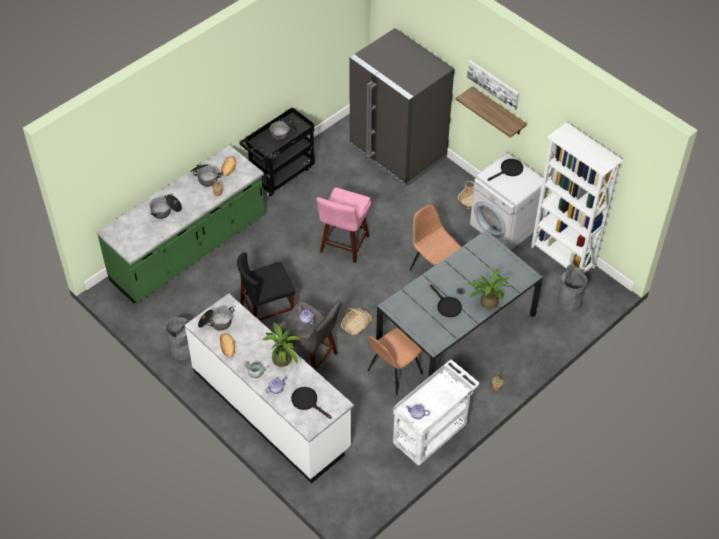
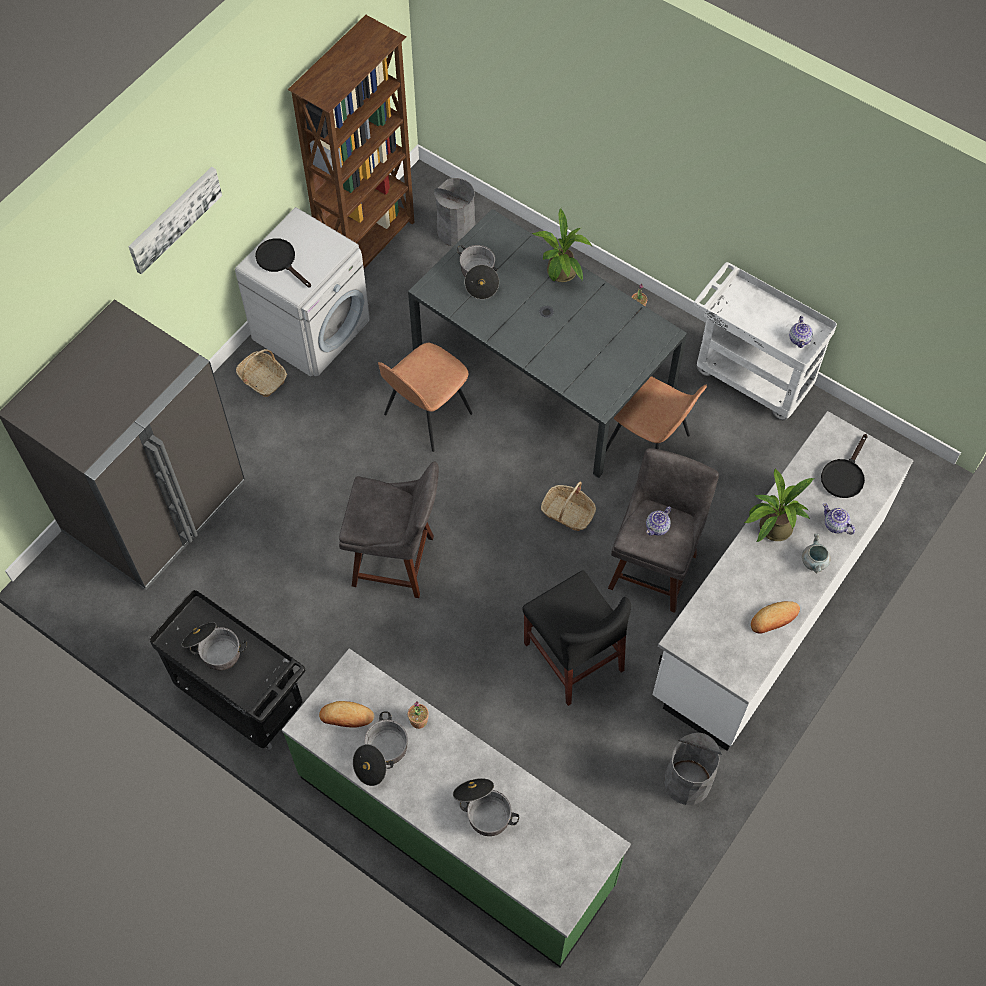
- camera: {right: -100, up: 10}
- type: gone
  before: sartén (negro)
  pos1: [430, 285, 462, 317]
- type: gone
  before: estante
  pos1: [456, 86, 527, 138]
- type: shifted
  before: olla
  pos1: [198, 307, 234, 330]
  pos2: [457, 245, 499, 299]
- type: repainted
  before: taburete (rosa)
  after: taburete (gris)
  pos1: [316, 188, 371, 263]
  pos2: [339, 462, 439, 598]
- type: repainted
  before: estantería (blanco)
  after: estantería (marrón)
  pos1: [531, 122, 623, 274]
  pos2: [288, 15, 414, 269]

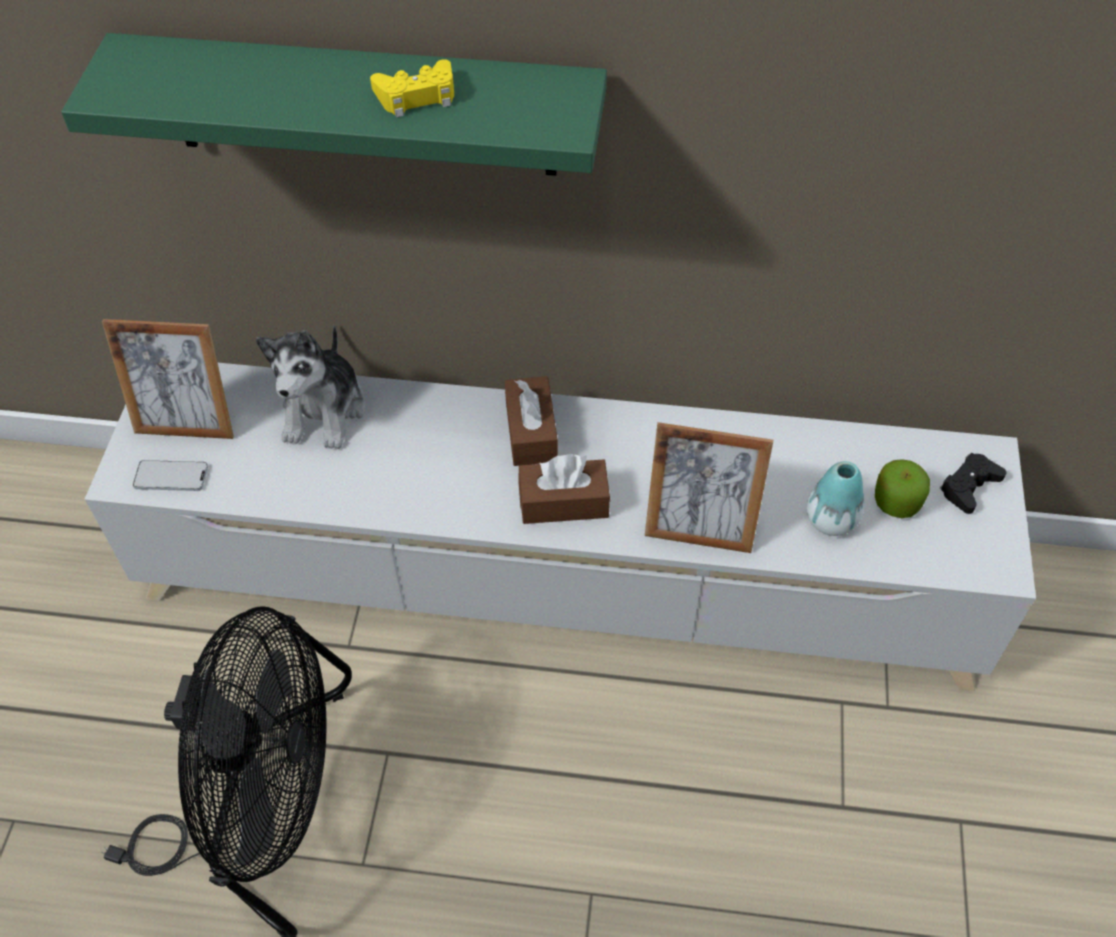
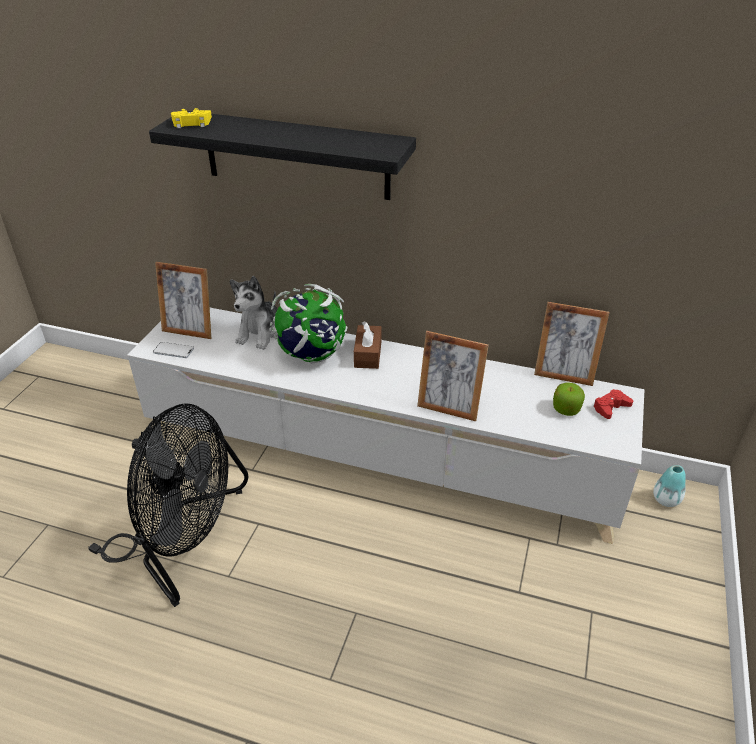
- camera: {right: 10, up: -15}
- type: gone
  before: caja de pañuelos (marrón)
  pos1: [518, 454, 610, 524]
- type: new
  after: globo terráqueo
  pos2: [269, 284, 347, 364]
- type: new
  after: portarretratos
  pos2: [534, 302, 610, 386]
- type: shifted
  before: mando de consola (amarillo)
  pos1: [370, 59, 454, 118]
  pos2: [171, 108, 212, 129]
- type: shifted
  before: florero
  pos1: [807, 461, 864, 536]
  pos2: [653, 465, 686, 507]
- type: repainted
  before: estante (verde)
  after: estante (negro)
  pos1: [61, 33, 607, 176]
  pos2: [149, 111, 416, 200]
- type: repainted
  before: mando de consola (negro)
  after: mando de consola (rojo)
  pos1: [940, 453, 1006, 514]
  pos2: [593, 389, 633, 419]

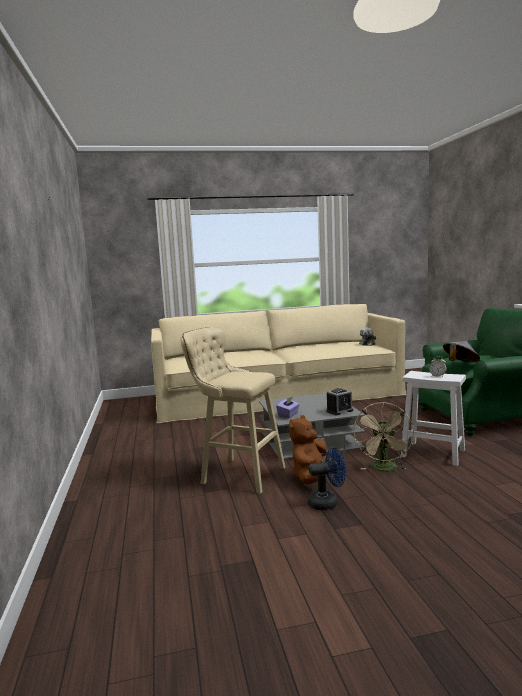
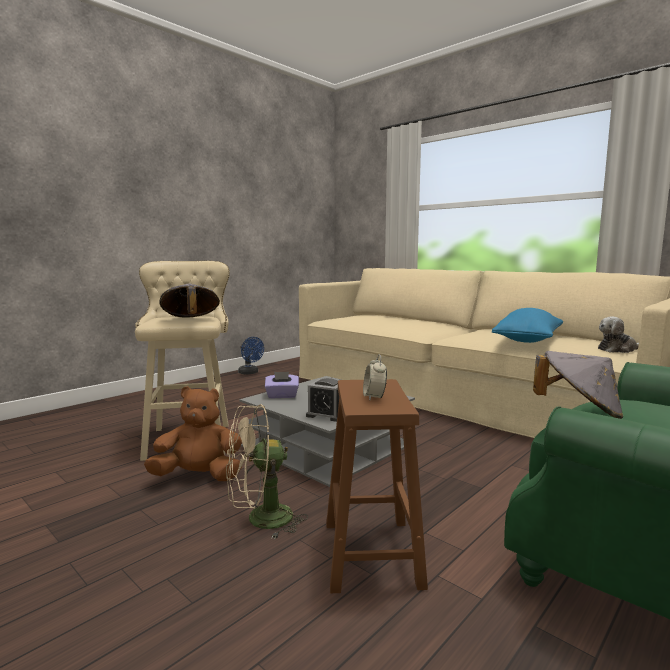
- camera: {right: 55, up: 0}
- type: new
  after: sombrero (gris)
  pos2: [159, 283, 220, 317]
- type: new
  after: cojín (azul)
  pos2: [492, 308, 563, 343]
- type: shifted
  before: ventilador (azul)
  pos1: [308, 448, 346, 510]
  pos2: [238, 337, 264, 375]
- type: repainted
  before: taburete (blanco)
  after: taburete (marrón)
  pos1: [401, 371, 466, 466]
  pos2: [326, 379, 428, 593]

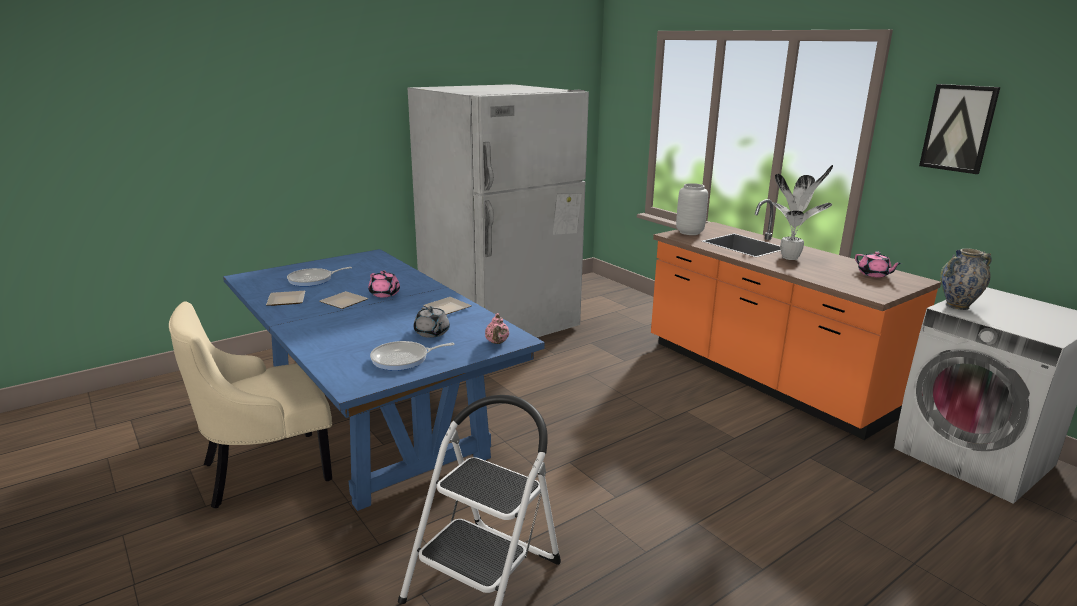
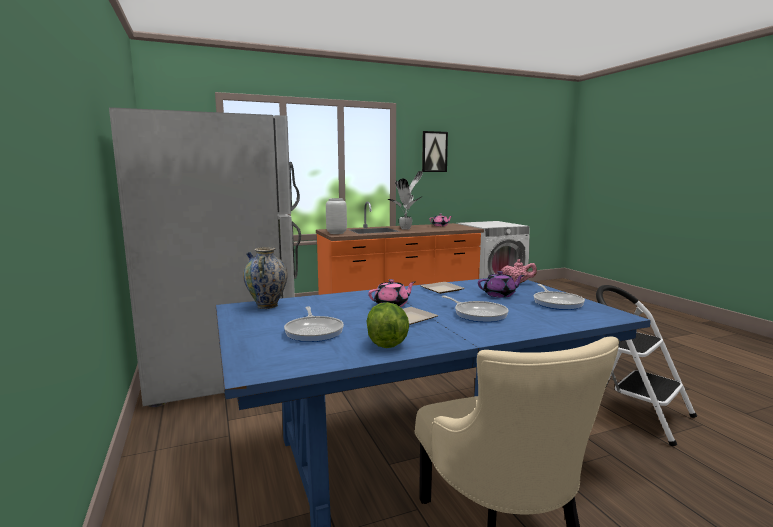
- camera: {right: -75, up: -10}
- type: new
  after: sartén
  pos2: [441, 296, 509, 322]
- type: shifted
  before: florero
  pos1: [940, 248, 992, 310]
  pos2: [243, 247, 287, 309]
- type: swapped
  before: plato
  after: lechuga
  pos1: [266, 291, 305, 306]
  pos2: [367, 302, 409, 348]
- type: repainted
  before: tetera (gris)
  after: tetera (morado)
  pos1: [414, 306, 450, 338]
  pos2: [478, 271, 524, 298]

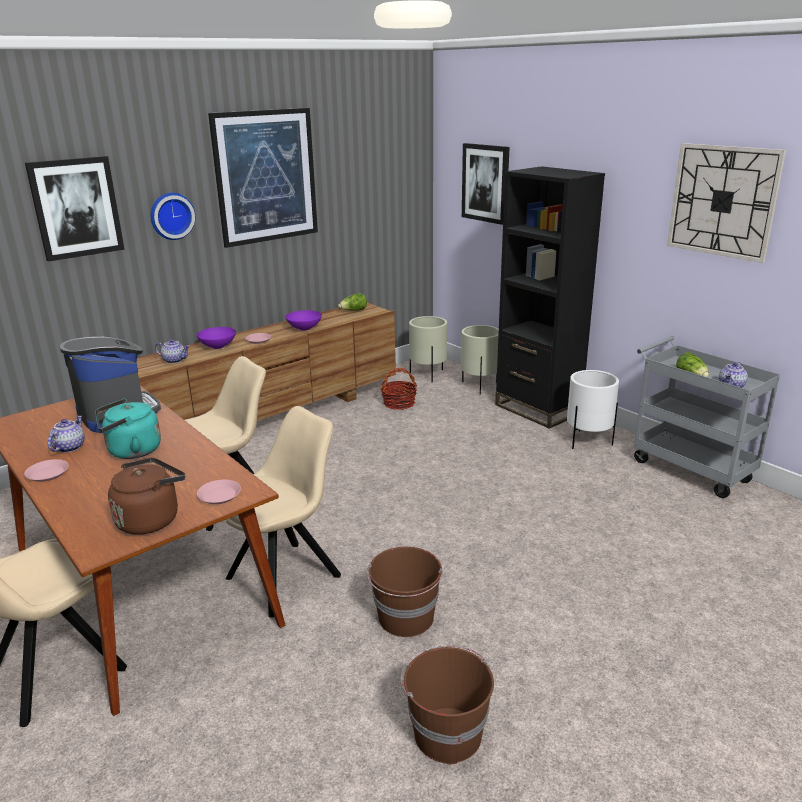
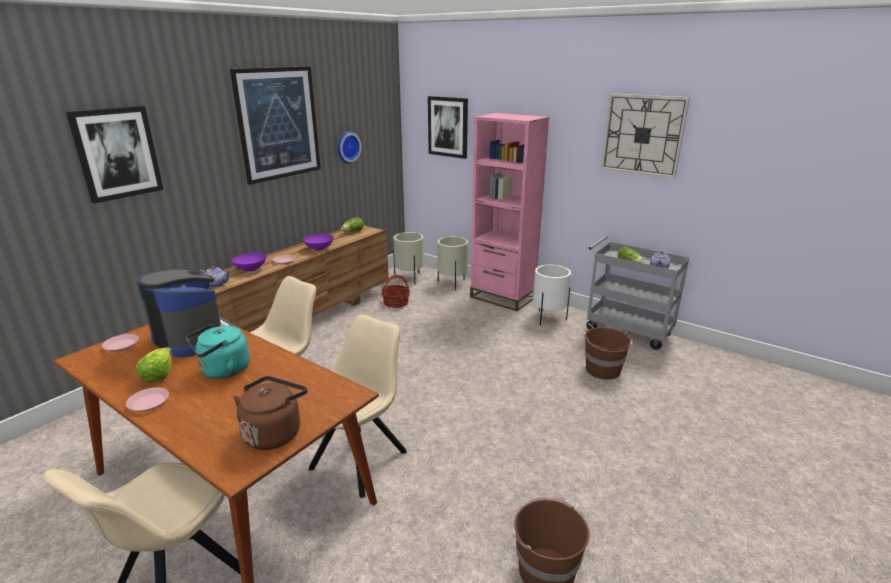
- camera: {right: -15, up: 0}
- type: shifted
  before: reloj de pared
  pos1: [151, 193, 195, 240]
  pos2: [337, 131, 362, 164]
- type: shifted
  before: plato (rosa)
  pos1: [197, 480, 241, 504]
  pos2: [102, 334, 139, 352]
- type: shifted
  before: cubo (marrón)
  pos1: [367, 547, 443, 637]
  pos2: [585, 327, 633, 380]
- type: swapped
  before: tetera
  after: lechuga
  pos1: [48, 416, 85, 453]
  pos2: [136, 347, 172, 383]
- type: repainted
  before: estantería (negro)
  after: estantería (rosa)
  pos1: [495, 166, 605, 429]
  pos2: [470, 113, 549, 311]

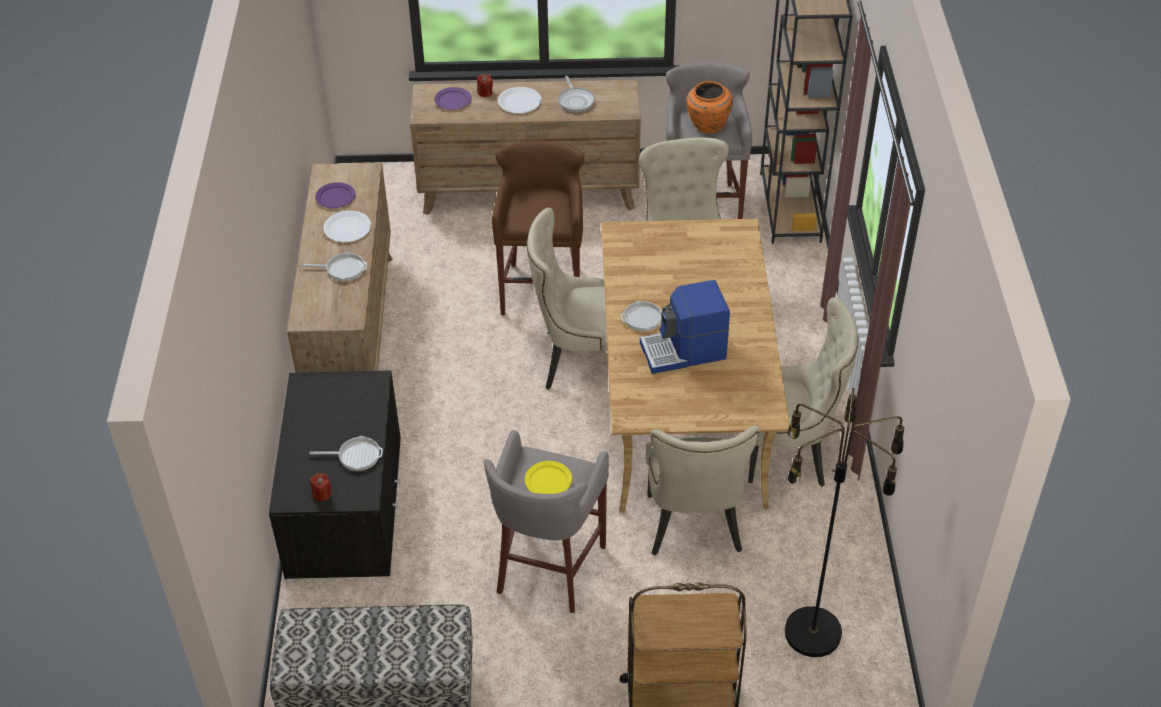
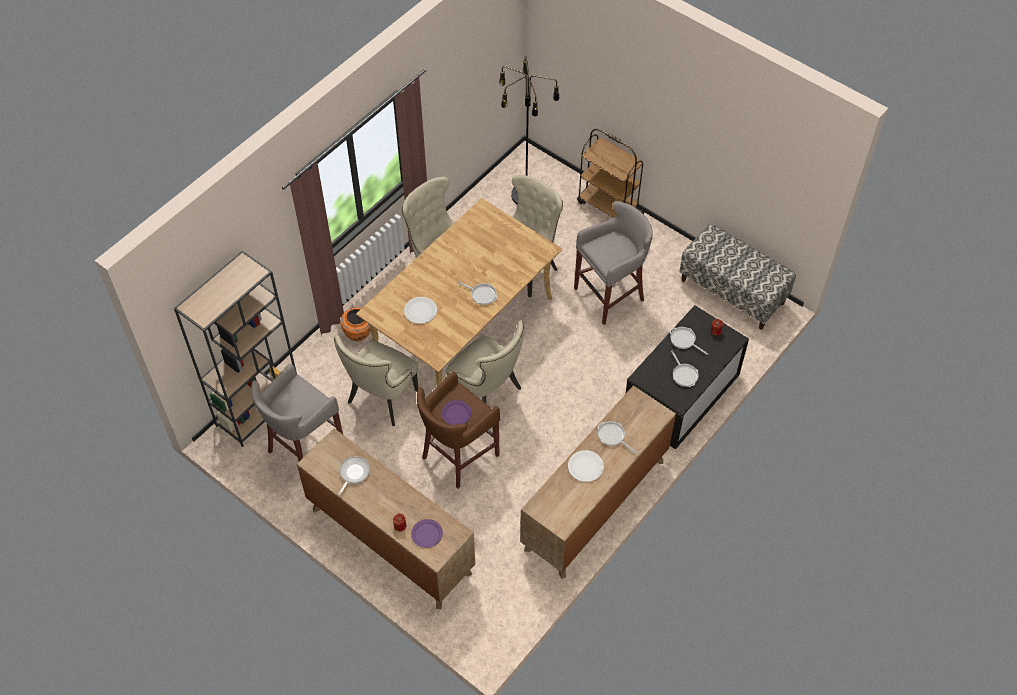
- camera: {right: -140, up: 10}
- type: gone
  before: plato (amarillo)
  pos1: [525, 461, 572, 494]
- type: gone
  before: cafetera
  pos1: [640, 280, 730, 374]
- type: new
  after: sartén
  pos2: [671, 350, 698, 387]
- type: shifted
  before: plato (morado)
  pos1: [315, 182, 356, 208]
  pos2: [442, 400, 471, 425]
- type: shifted
  before: plato (blanco)
  pos1: [498, 87, 542, 114]
  pos2: [404, 297, 437, 324]
- type: shifted
  before: florero (naranja)
  pos1: [686, 81, 733, 133]
  pos2: [340, 307, 371, 341]

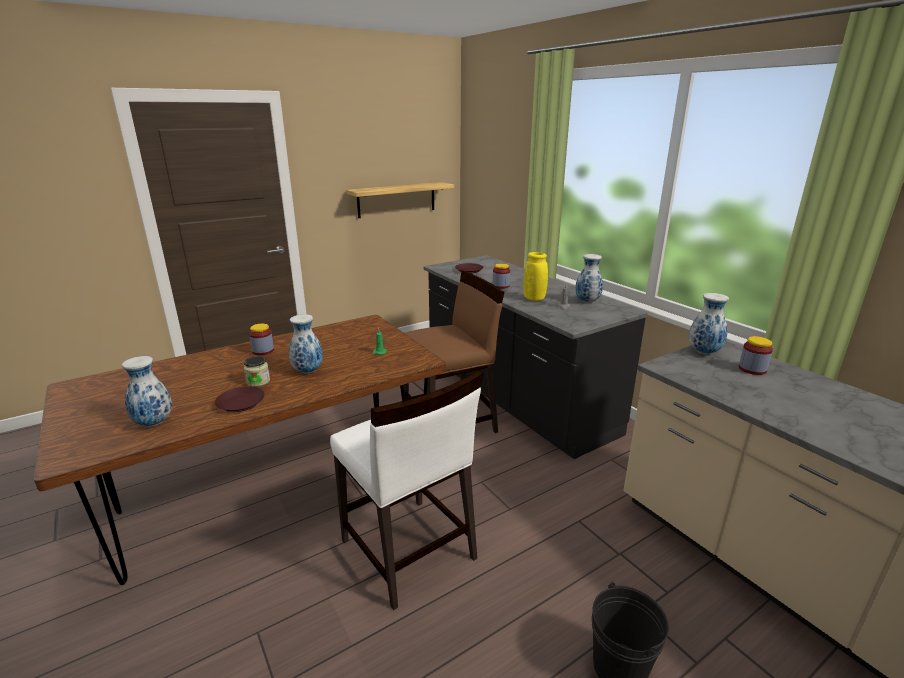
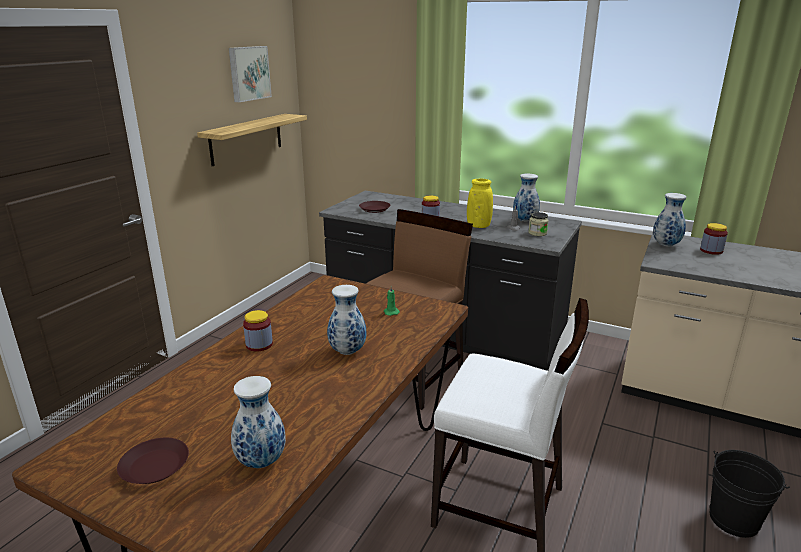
- camera: {right: -30, up: 0}
- type: new
  after: cuadro
  pos2: [229, 46, 272, 102]
- type: shifted
  before: plato (marrón)
  pos1: [215, 386, 265, 412]
  pos2: [117, 438, 189, 484]
- type: shifted
  before: tarro
  pos1: [244, 356, 270, 387]
  pos2: [528, 212, 549, 236]

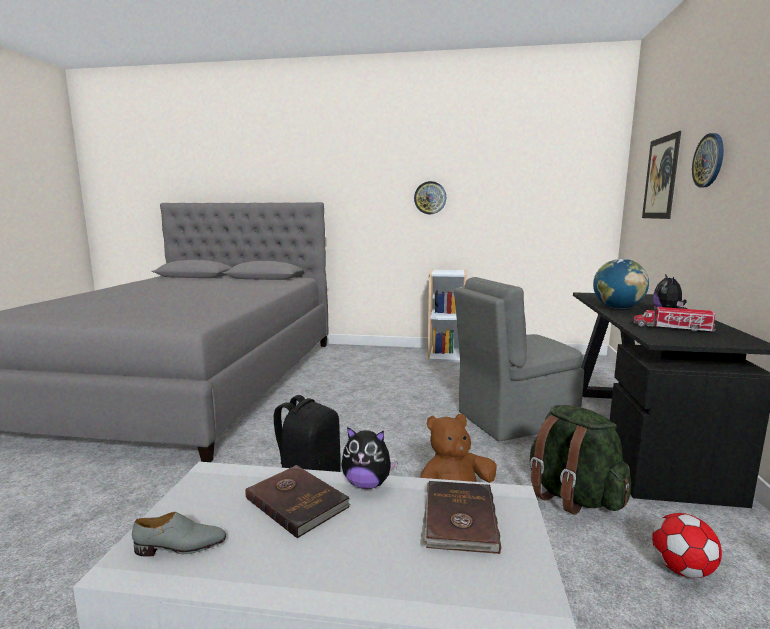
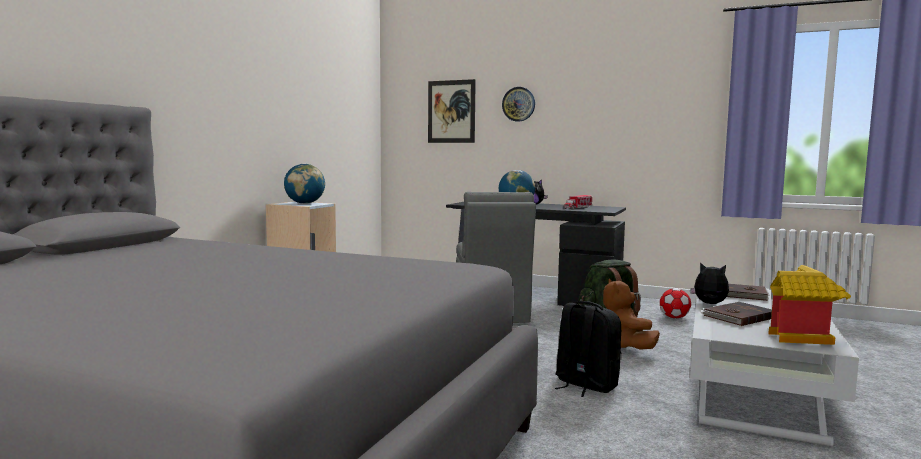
- camera: {right: -75, up: -5}
- type: gone
  before: reloj de pared
  pos1: [414, 181, 446, 214]
- type: new
  after: globo terráqueo
  pos2: [284, 164, 325, 204]
- type: swapped
  before: zapato (gris)
  after: casita
  pos1: [132, 512, 226, 557]
  pos2: [768, 265, 851, 345]
- type: rotated
  before: peluche
  pos1: [341, 427, 398, 489]
  pos2: [690, 262, 729, 304]
  turn: -90

